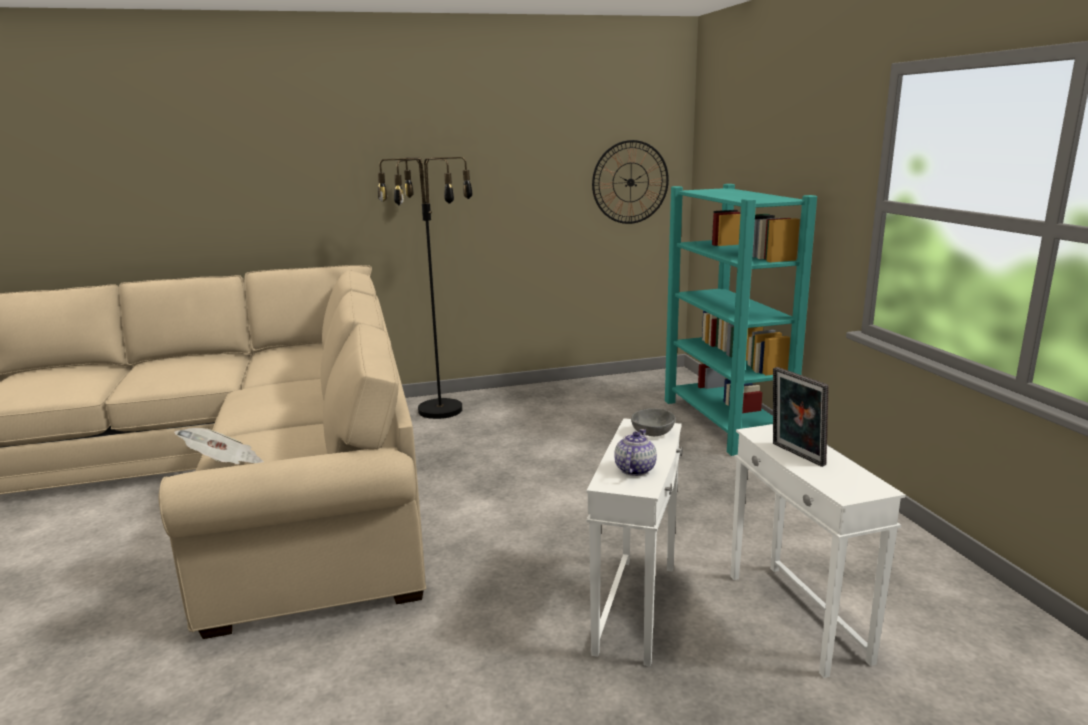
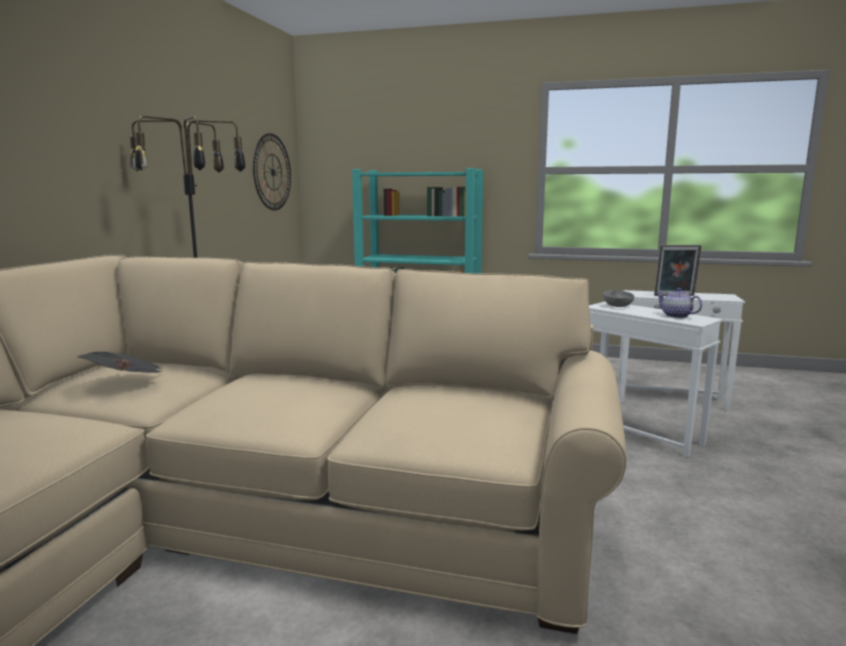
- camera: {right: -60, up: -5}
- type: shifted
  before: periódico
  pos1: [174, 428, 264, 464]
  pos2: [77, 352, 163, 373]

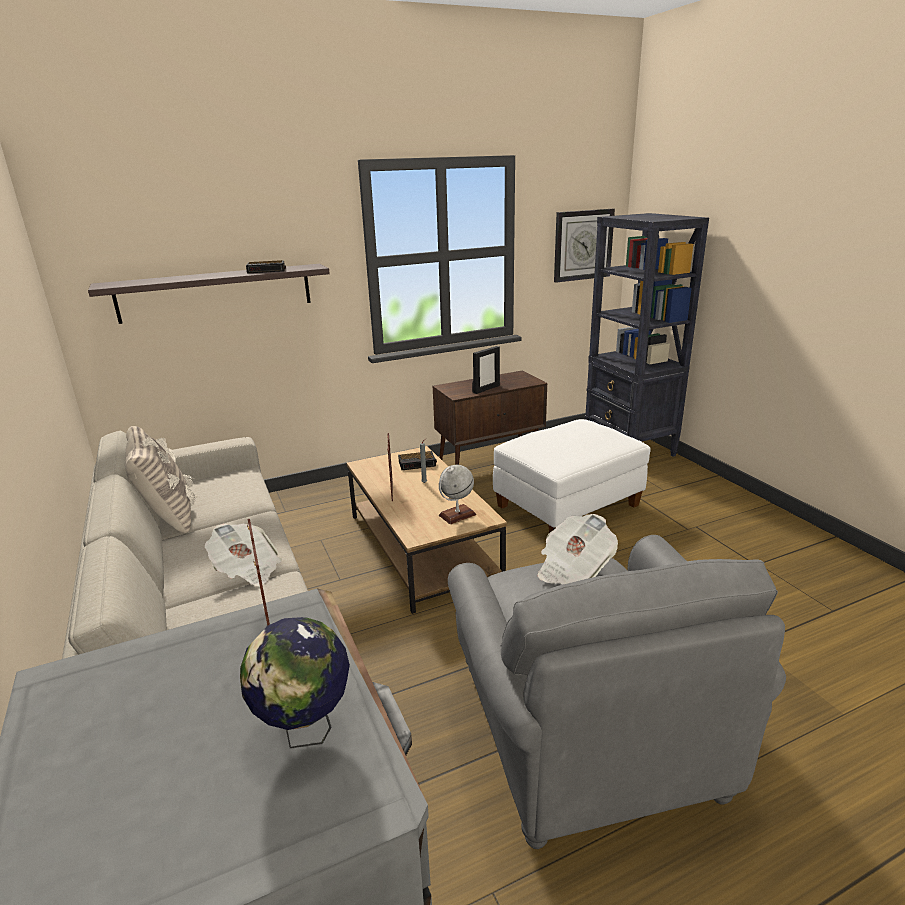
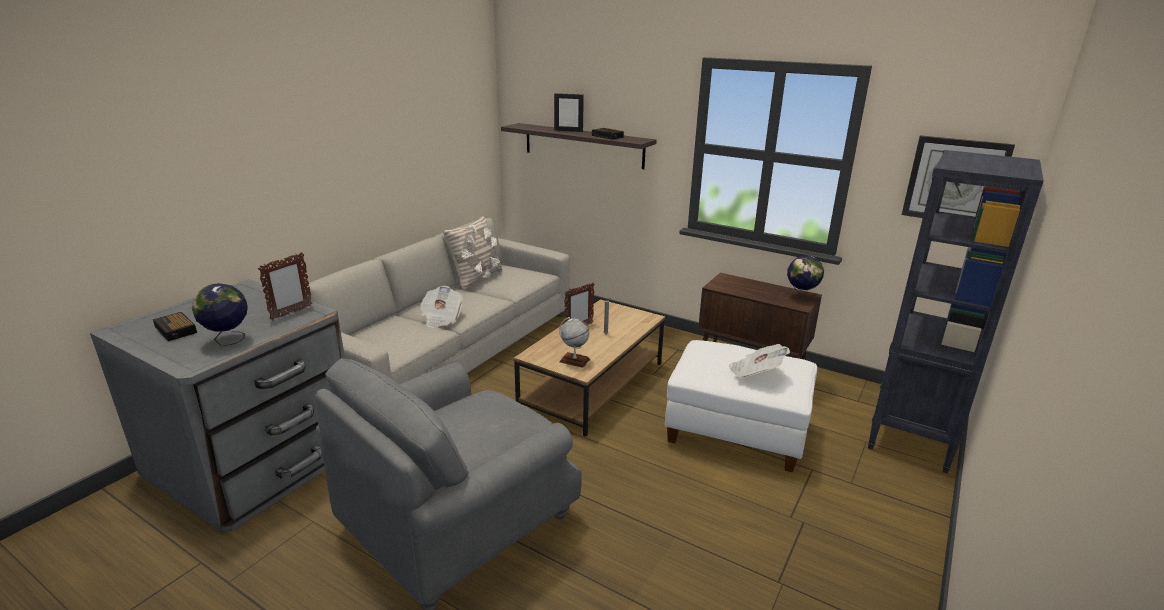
- camera: {right: 55, up: 0}
- type: new
  after: globo terráqueo
  pos2: [786, 255, 824, 299]
- type: shifted
  before: despertador
  pos1: [398, 451, 437, 470]
  pos2: [153, 312, 197, 341]
- type: shifted
  before: portarretratos
  pos1: [472, 346, 500, 394]
  pos2: [554, 93, 584, 132]
- type: shifted
  before: periódico
  pos1: [537, 514, 618, 584]
  pos2: [729, 344, 790, 378]

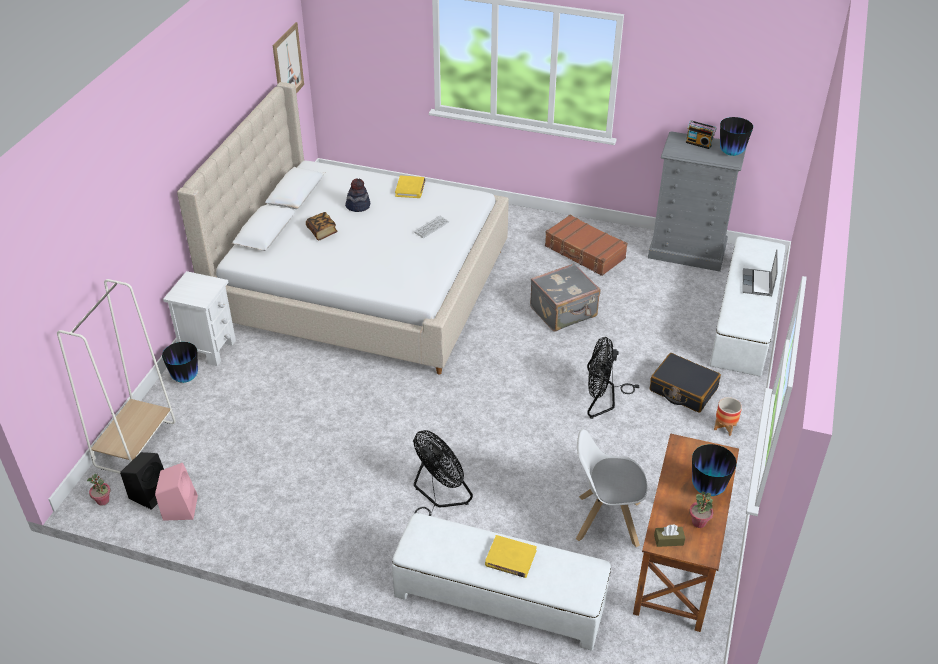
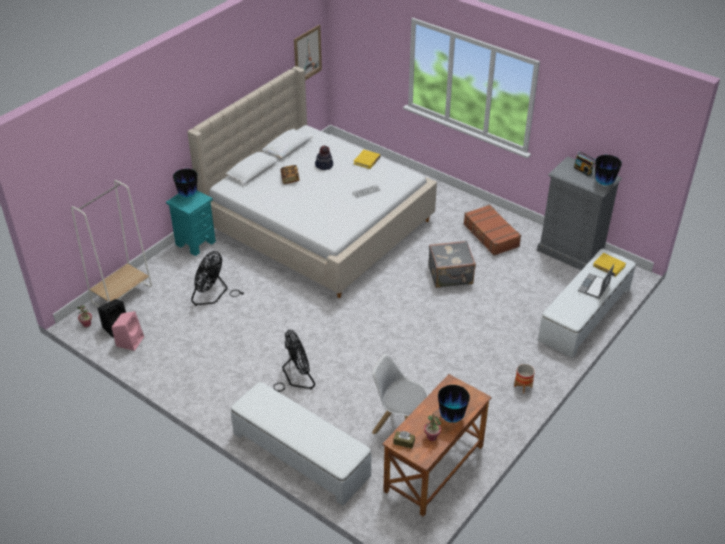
- camera: {right: 20, up: 0}
- type: gone
  before: maleta (negro)
  pos1: [650, 353, 721, 413]
- type: shifted
  before: florero
  pos1: [162, 342, 198, 383]
  pos2: [173, 169, 197, 198]
- type: shifted
  before: libro (amarillo)
  pos1: [485, 535, 537, 578]
  pos2: [593, 253, 626, 277]
- type: shifted
  before: ventilador (negro)
  pos1: [587, 337, 641, 419]
  pos2: [191, 251, 244, 306]
- type: repainted
  before: mesita de noche (blanco)
  after: mesita de noche (turquesa)
  pos1: [163, 271, 236, 366]
  pos2: [166, 190, 216, 256]

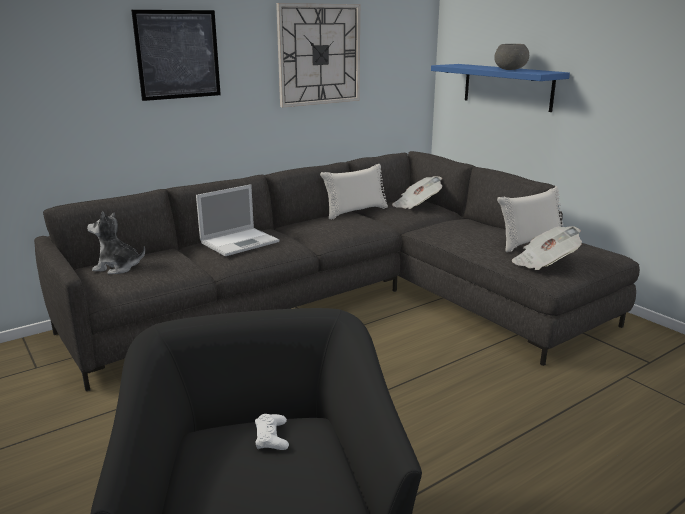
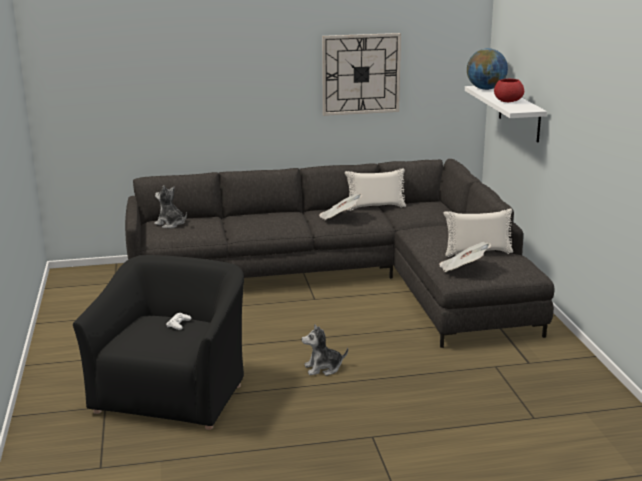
- camera: {right: 25, up: 0}
- type: gone
  before: cuadro
  pos1: [131, 10, 221, 101]
- type: gone
  before: portátil
  pos1: [196, 184, 279, 256]
- type: new
  after: peluche
  pos2: [301, 324, 348, 376]
- type: new
  after: globo terráqueo
  pos2: [467, 48, 508, 90]
- type: shifted
  before: periódico
  pos1: [392, 176, 442, 209]
  pos2: [319, 193, 362, 220]
- type: repainted
  before: estante (azul)
  after: estante (blanco)
  pos1: [431, 64, 570, 112]
  pos2: [465, 86, 547, 143]
- type: repainted
  before: cuenco (gris)
  after: cuenco (rojo)
  pos1: [494, 44, 529, 70]
  pos2: [494, 79, 524, 102]

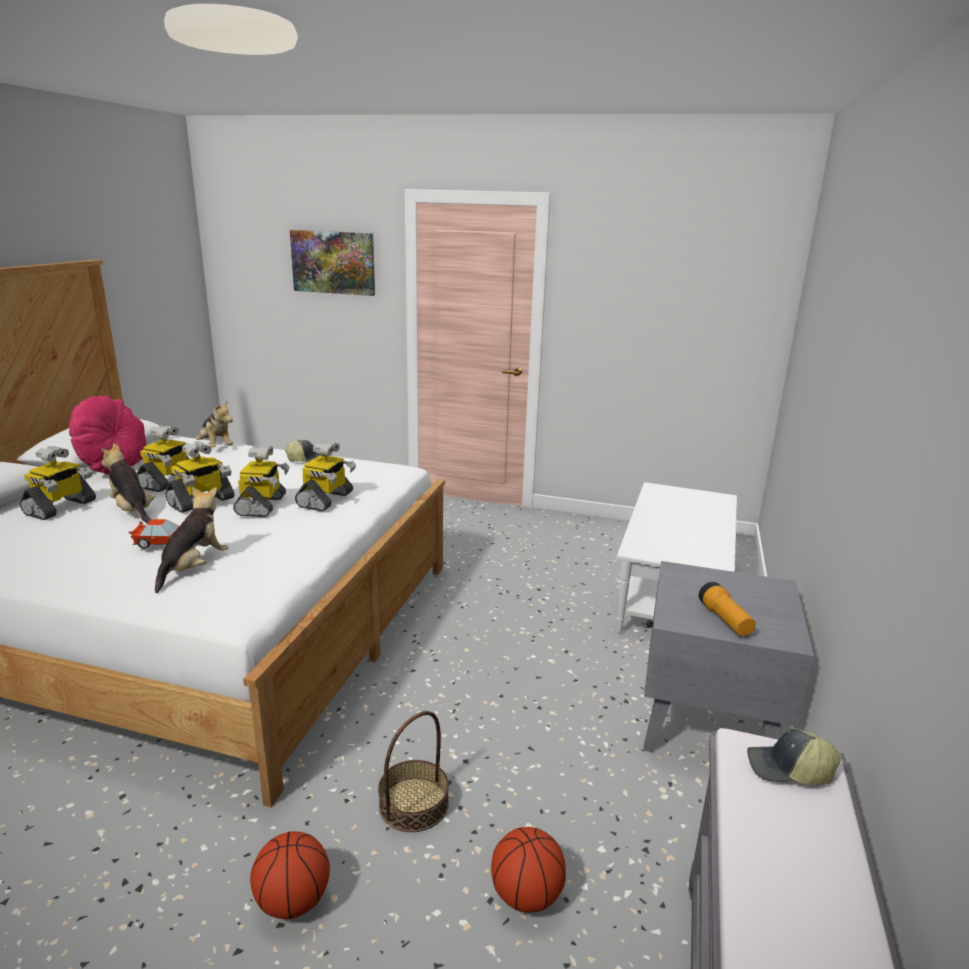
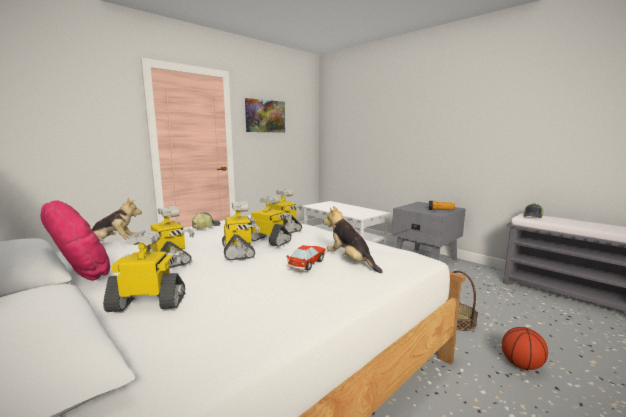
- camera: {right: -60, up: -10}
- type: gone
  before: peluche
  pos1: [101, 443, 156, 524]
- type: gone
  before: balón de baloncesto
  pos1: [491, 827, 566, 913]
- type: shifted
  before: cuadro
  pos1: [290, 230, 375, 296]
  pos2: [245, 98, 285, 133]
- type: rotated
  before: robot de juguete
  pos1: [20, 446, 96, 520]
  pos2: [103, 230, 185, 312]
  turn: -60

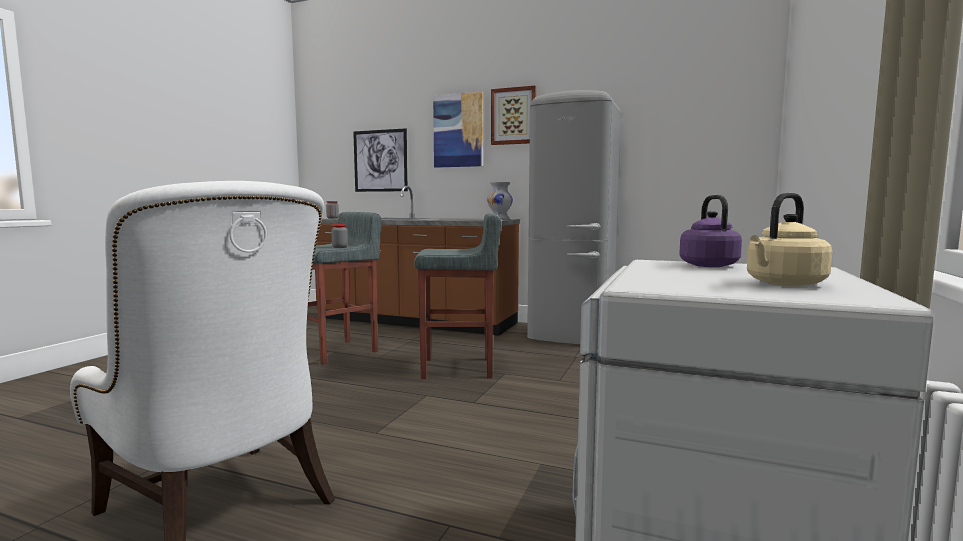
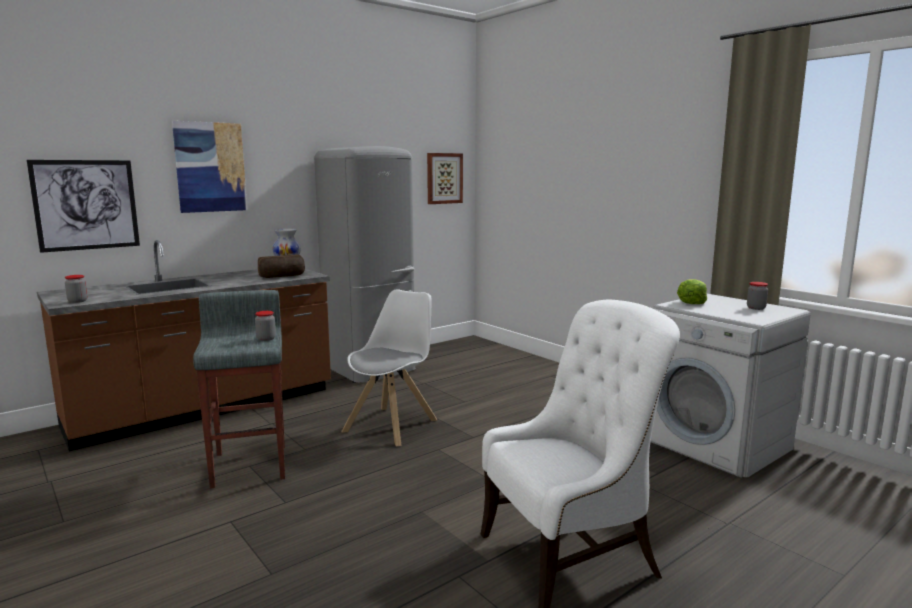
- camera: {right: -60, up: 5}
- type: new
  after: pan
  pos2: [258, 254, 305, 278]
- type: shifted
  before: cuadro
  pos1: [491, 86, 536, 145]
  pos2: [427, 153, 463, 204]
- type: swapped
  before: taburete (gris)
  after: silla
  pos1: [414, 213, 501, 379]
  pos2: [342, 289, 437, 446]
- type: swapped
  before: hervidor (morado)
  after: lechuga
  pos1: [679, 195, 742, 267]
  pos2: [677, 279, 707, 304]
- type: swapped
  before: hervidor (beis)
  after: tarro
  pos1: [747, 193, 832, 286]
  pos2: [747, 282, 768, 310]

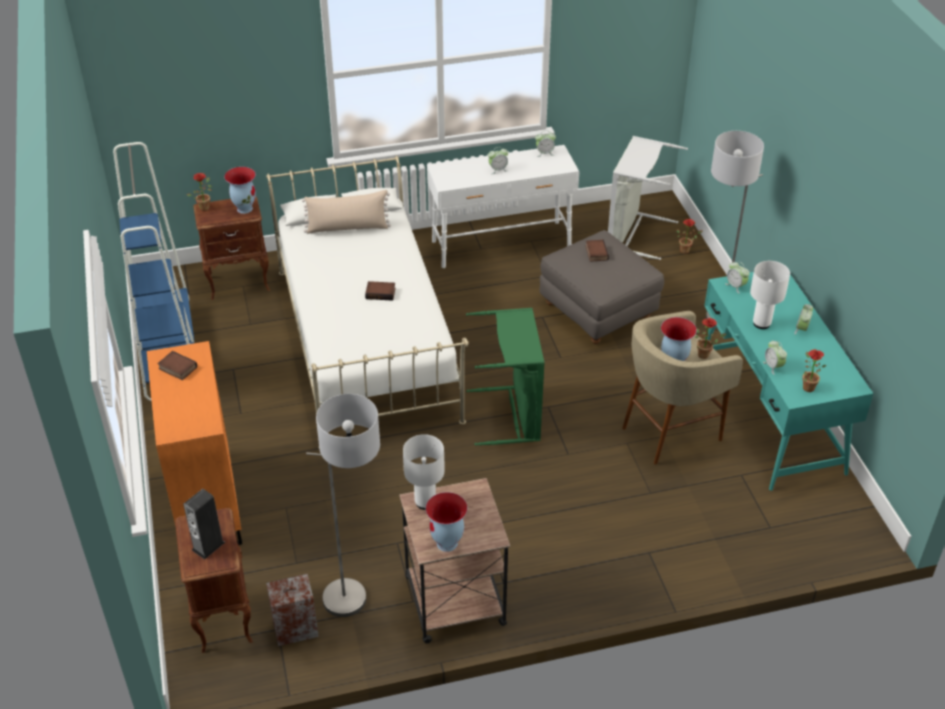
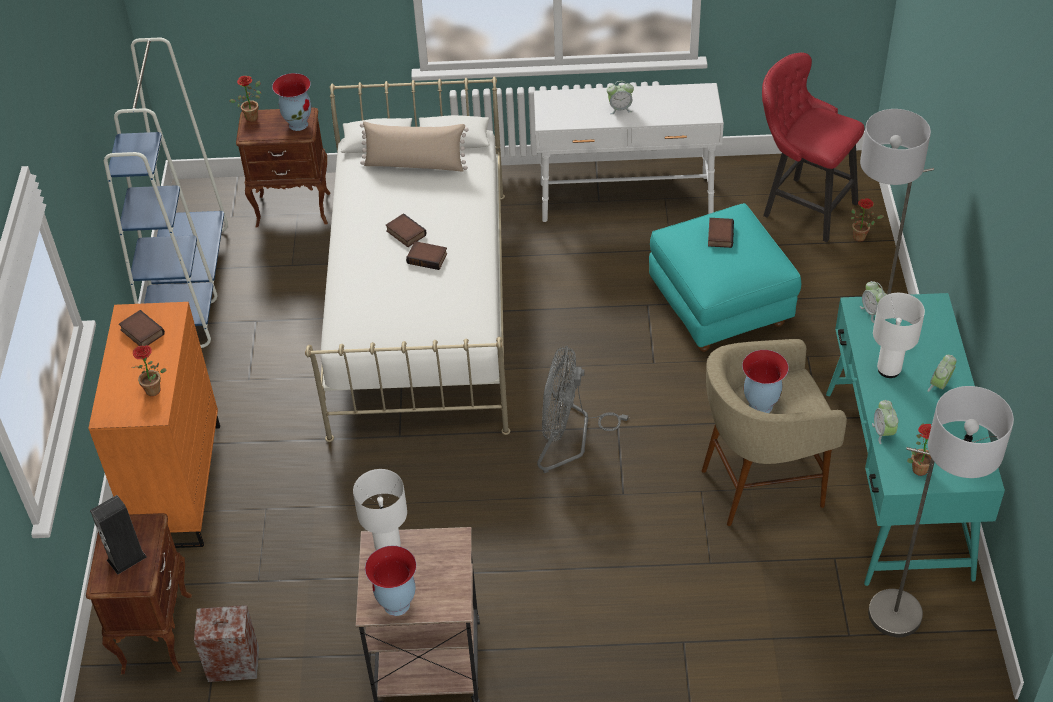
- camera: {right: 15, up: 5}
- type: gone
  before: despertador
  pos1: [535, 133, 556, 157]
- type: new
  after: libro
  pos2: [386, 213, 426, 247]
- type: shifted
  before: lámpara de pie (gris)
  pos1: [306, 394, 380, 617]
  pos2: [868, 386, 1014, 637]
- type: shifted
  before: planta en maceta
  pos1: [695, 318, 727, 359]
  pos2: [132, 345, 166, 396]
- type: swapped
  before: cesto de la ropa (verde)
  after: ventilador (gris)
  pos1: [466, 308, 545, 446]
  pos2: [537, 346, 629, 473]
- type: swapped
  before: cesto de la ropa (gris)
  after: taburete (rojo)
  pos1: [608, 136, 688, 260]
  pos2: [762, 53, 864, 242]
- type: repainted
  before: puf (gris)
  after: puf (turquesa)
  pos1: [540, 230, 664, 344]
  pos2: [649, 203, 801, 352]

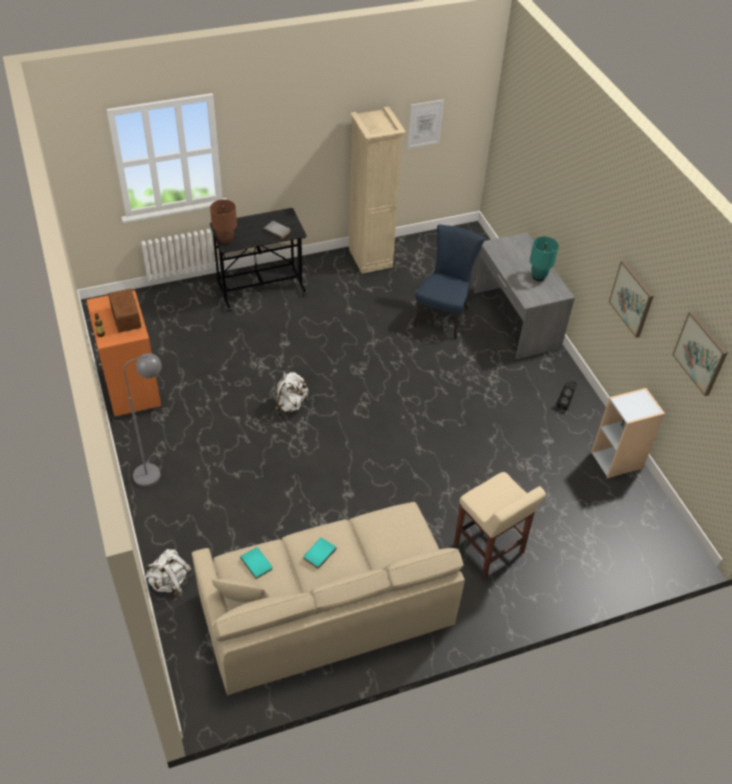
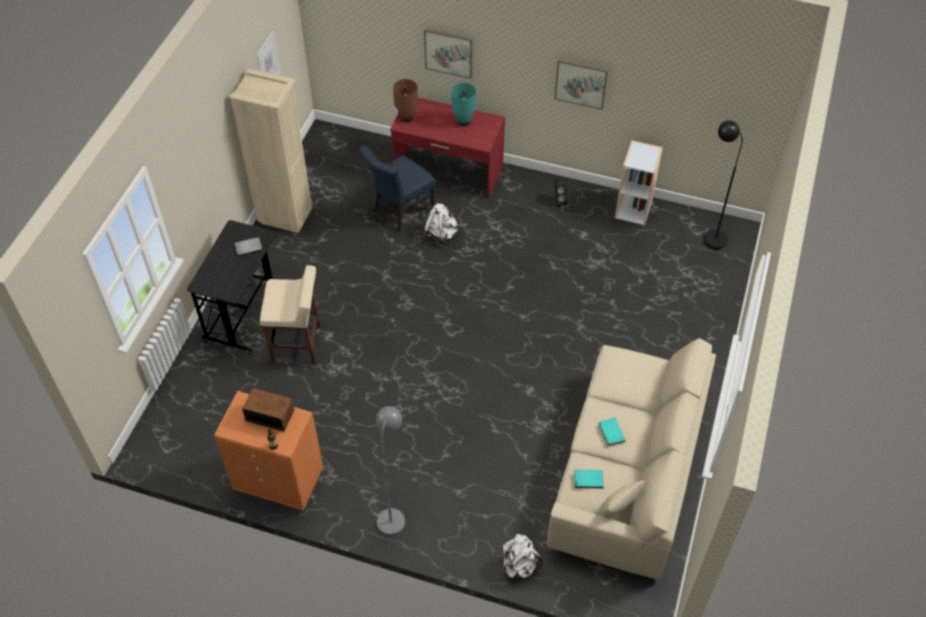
- camera: {right: -50, up: 5}
- type: new
  after: lámpara de pie (negro)
  pos2: [704, 120, 743, 249]
- type: shifted
  before: lámpara de mesa (marrón)
  pos1: [210, 200, 237, 245]
  pos2: [393, 79, 418, 122]
- type: shifted
  before: mochila (blanco)
  pos1: [275, 372, 308, 415]
  pos2: [424, 203, 458, 244]
- type: shifted
  before: taburete (beis)
  pos1: [454, 472, 546, 578]
  pos2: [260, 265, 321, 364]
- type: shifted
  before: cuadro
  pos1: [672, 311, 728, 396]
  pos2: [424, 28, 473, 79]
- type: repainted
  before: escritorio (gris)
  after: escritorio (rojo)
  pos1: [474, 232, 575, 359]
  pos2: [390, 98, 505, 199]
- type: rotated
  before: silla (azul)
  pos1: [414, 225, 485, 339]
  pos2: [359, 145, 436, 232]
  turn: -105

